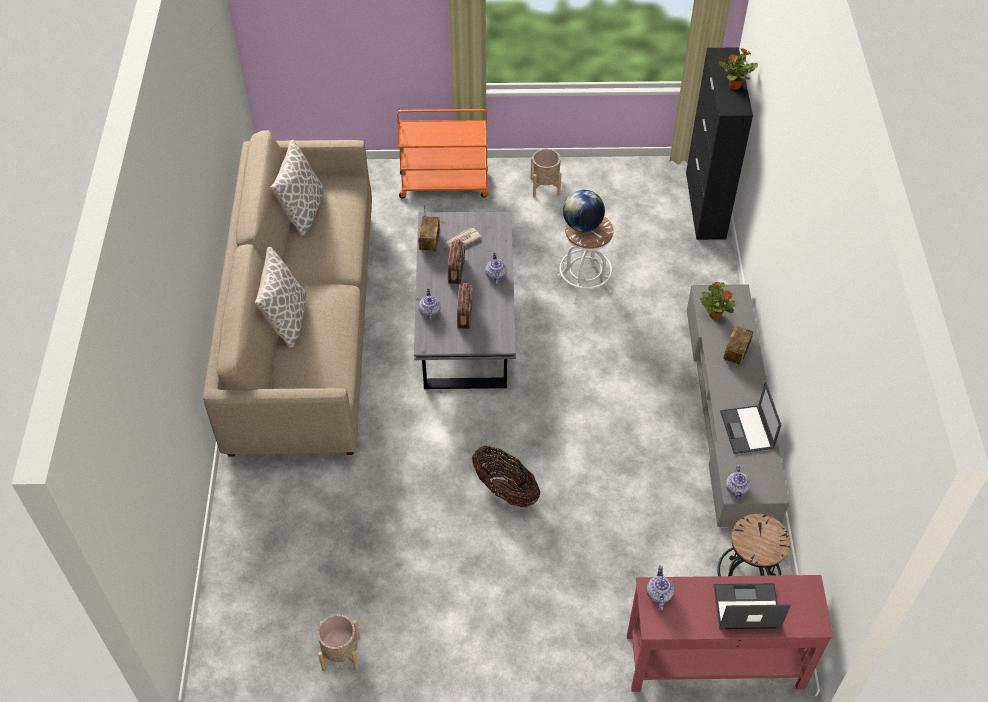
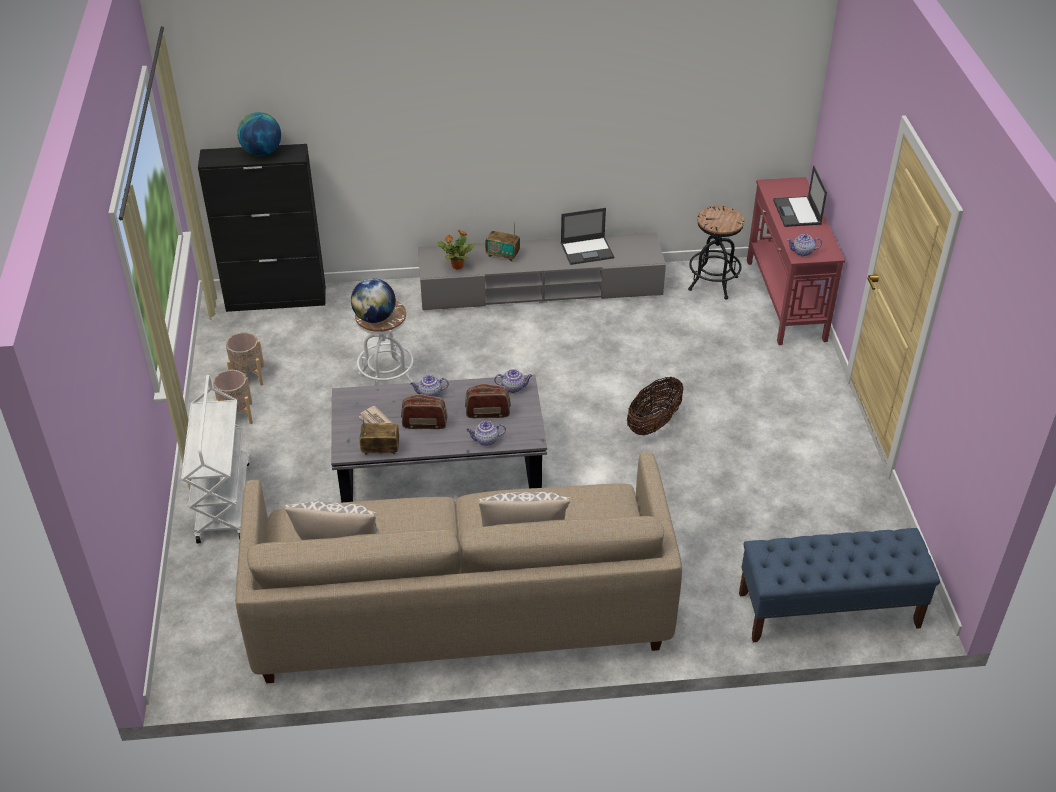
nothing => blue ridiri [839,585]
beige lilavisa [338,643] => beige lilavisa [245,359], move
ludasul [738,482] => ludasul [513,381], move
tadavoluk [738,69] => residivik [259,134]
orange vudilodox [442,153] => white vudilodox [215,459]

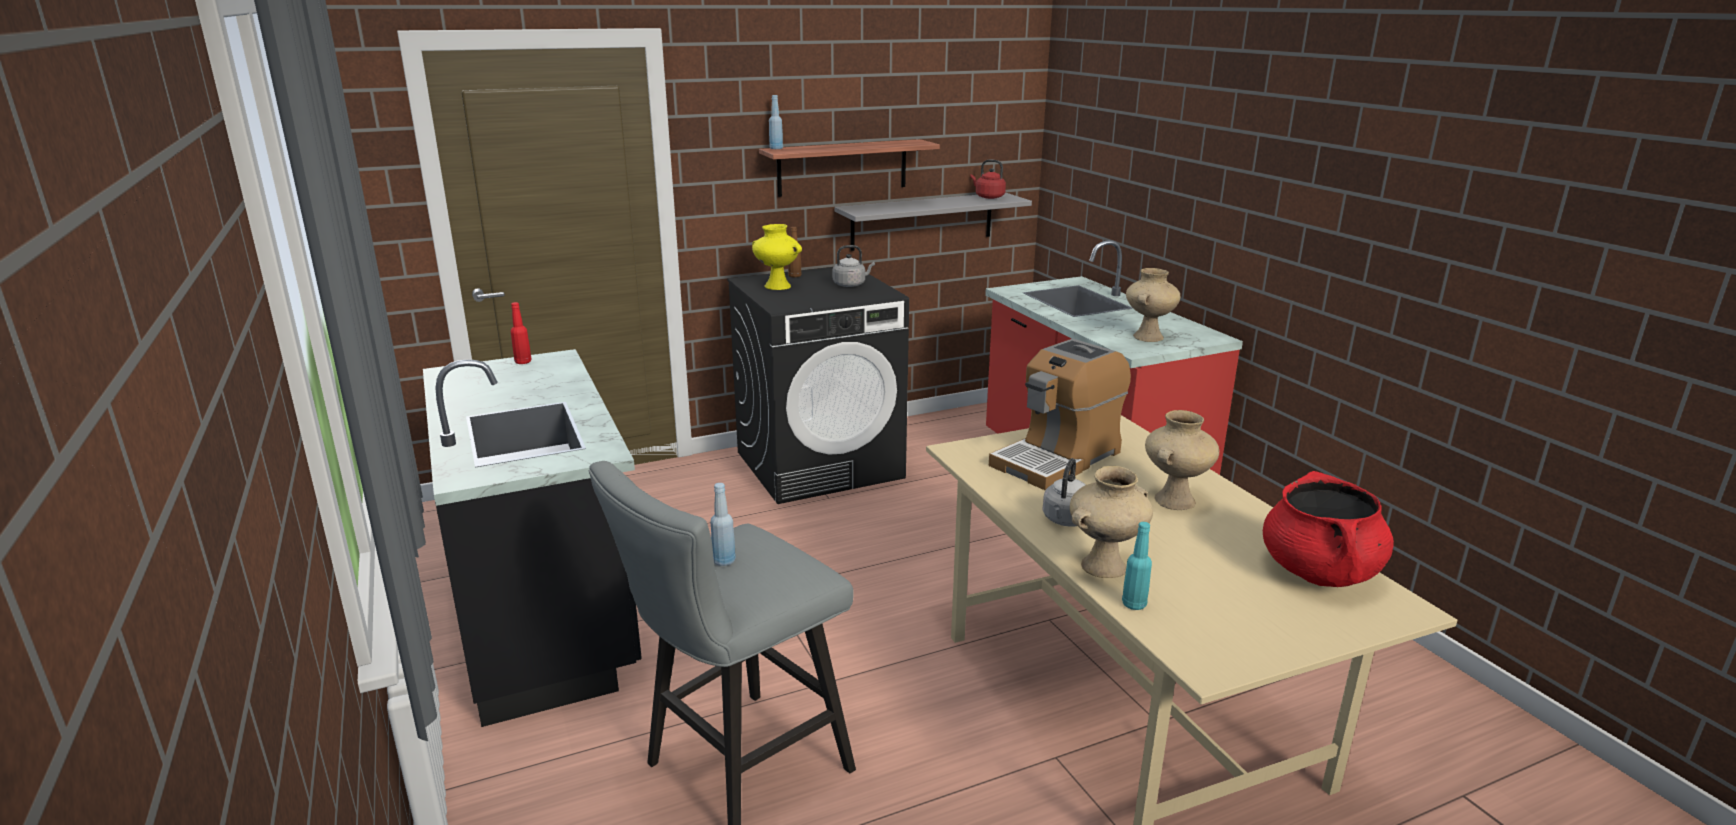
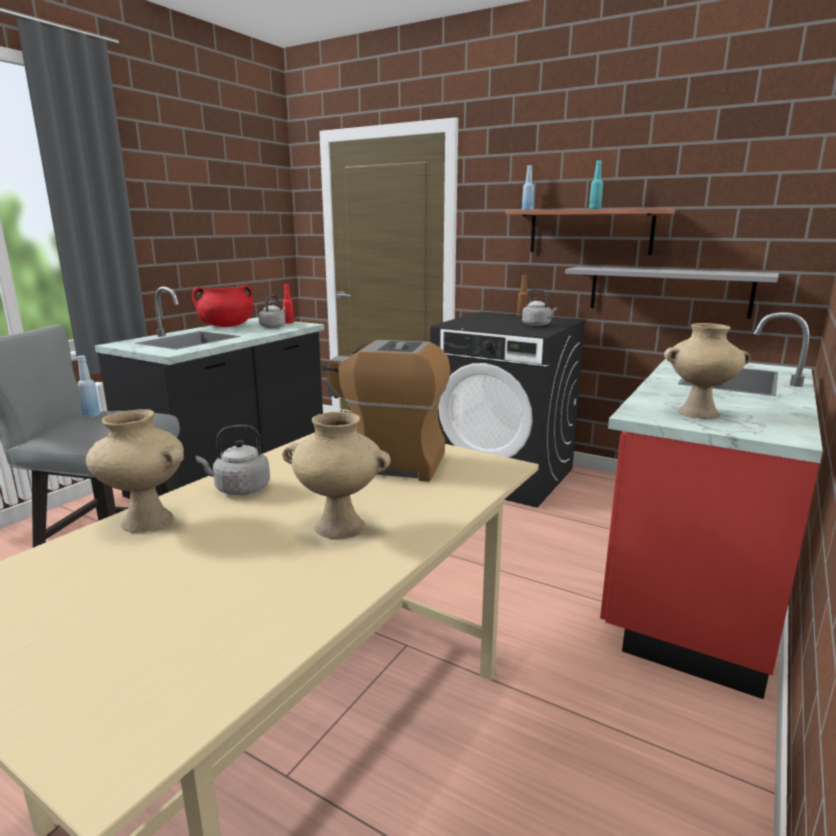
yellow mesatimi [777,257] => nothing
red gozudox [988,179] => nothing
nothing => grey gozudox [272,311]
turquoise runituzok [1137,566] => turquoise runituzok [596,184], move
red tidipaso [1328,529] => red tidipaso [222,306], move

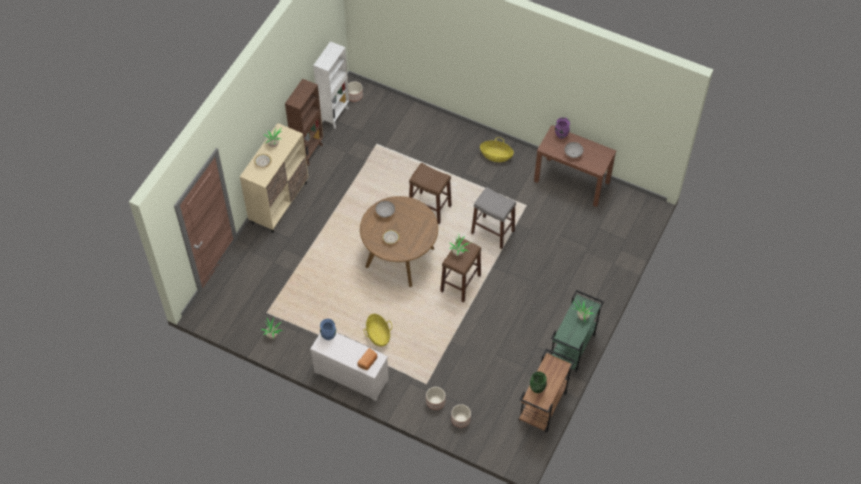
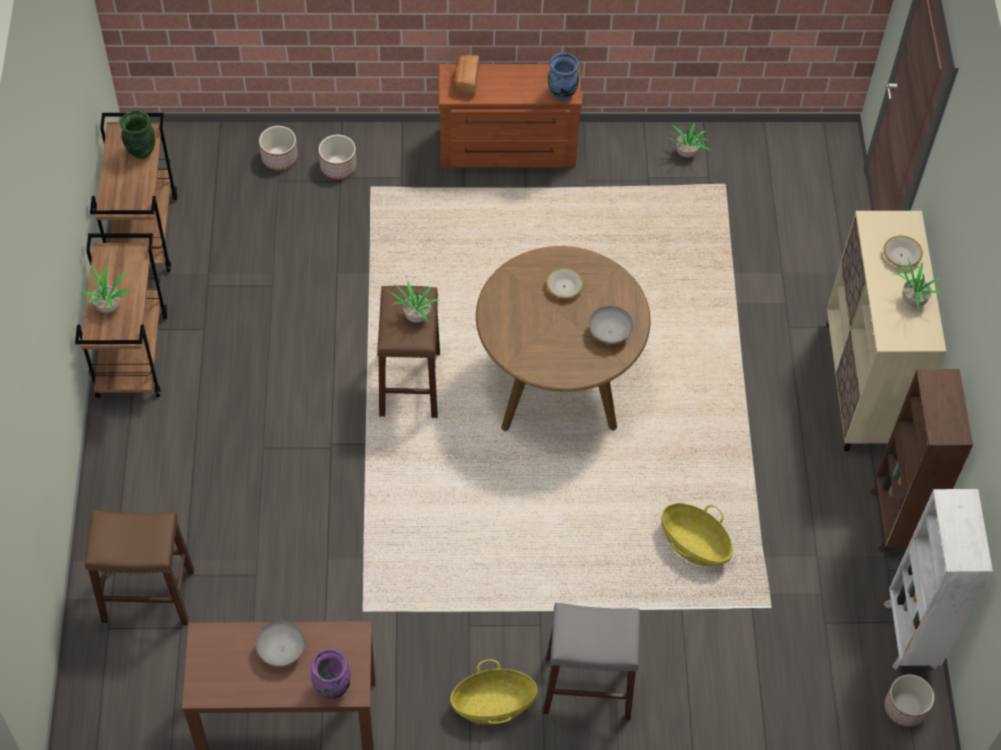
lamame [378,330] => lamame [697,534], move
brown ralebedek [430,193] => brown ralebedek [139,567], move
grey ralebedek [493,218] => grey ralebedek [591,661], move
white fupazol [349,366] => brown fupazol [510,116]
green vudilodox [577,331] => brown vudilodox [121,315]

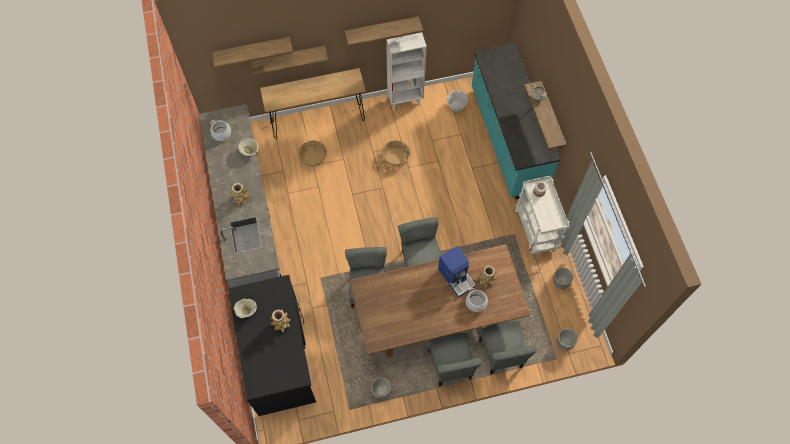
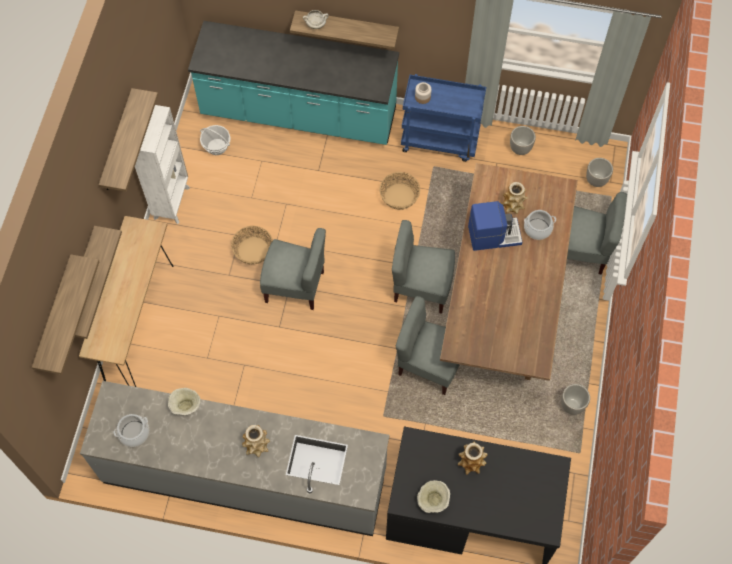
lamame [312,153] => lamame [399,191], move
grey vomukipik [455,359] => grey vomukipik [293,269], move
white vudilodox [542,215] => blue vudilodox [443,118]

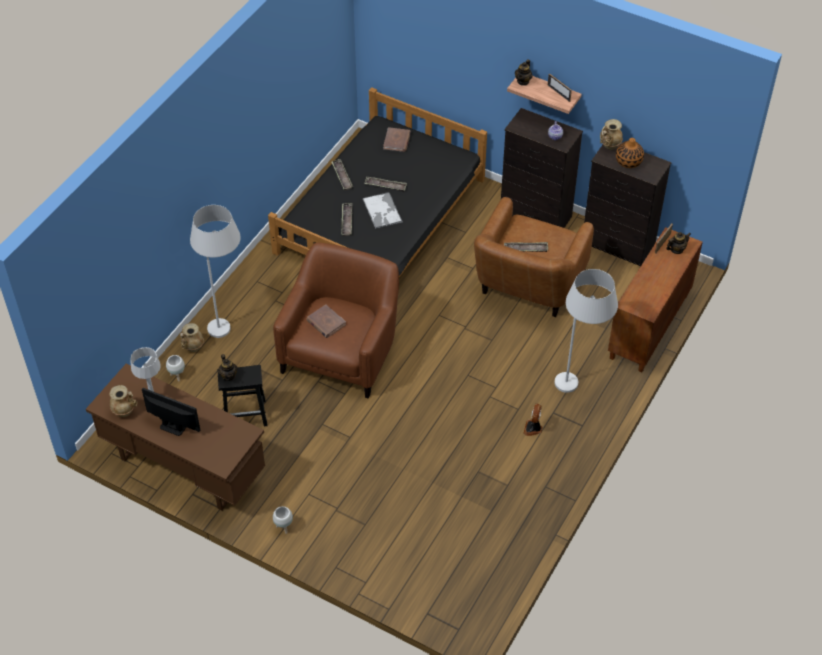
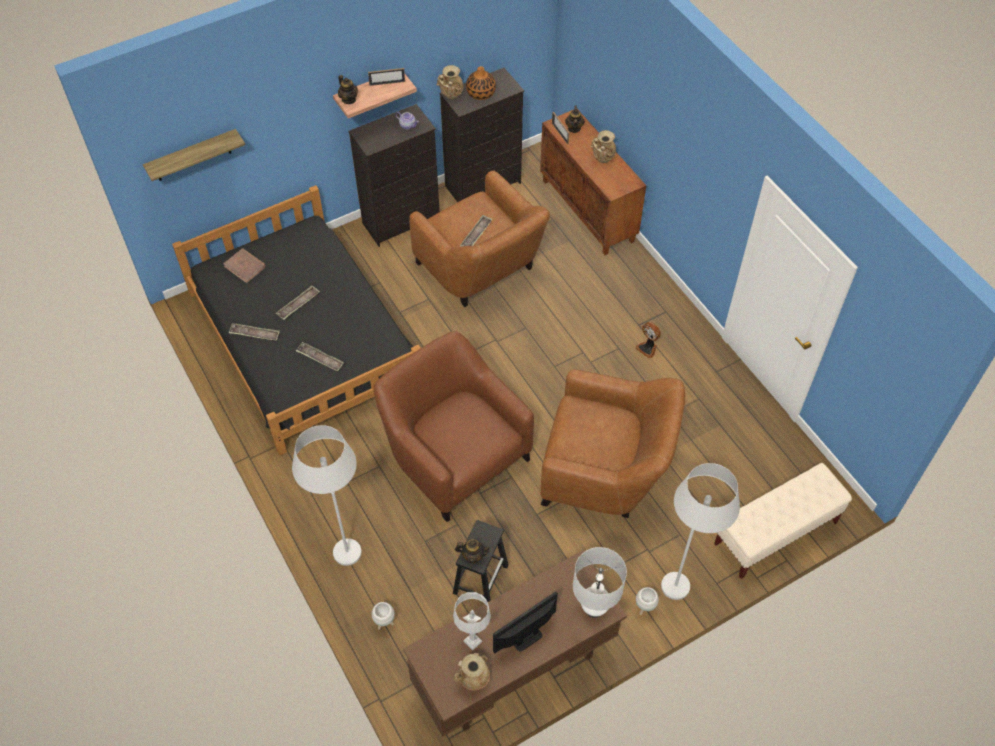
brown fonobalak [326,321] => nothing
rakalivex [382,210] => nothing
nothing => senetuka [194,155]
nothing => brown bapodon [612,443]
nothing => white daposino [600,582]
nothing => beige ridiri [783,521]
beige mesatimi [192,337] => beige mesatimi [603,146], move
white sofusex [586,331] => white sofusex [700,531], move

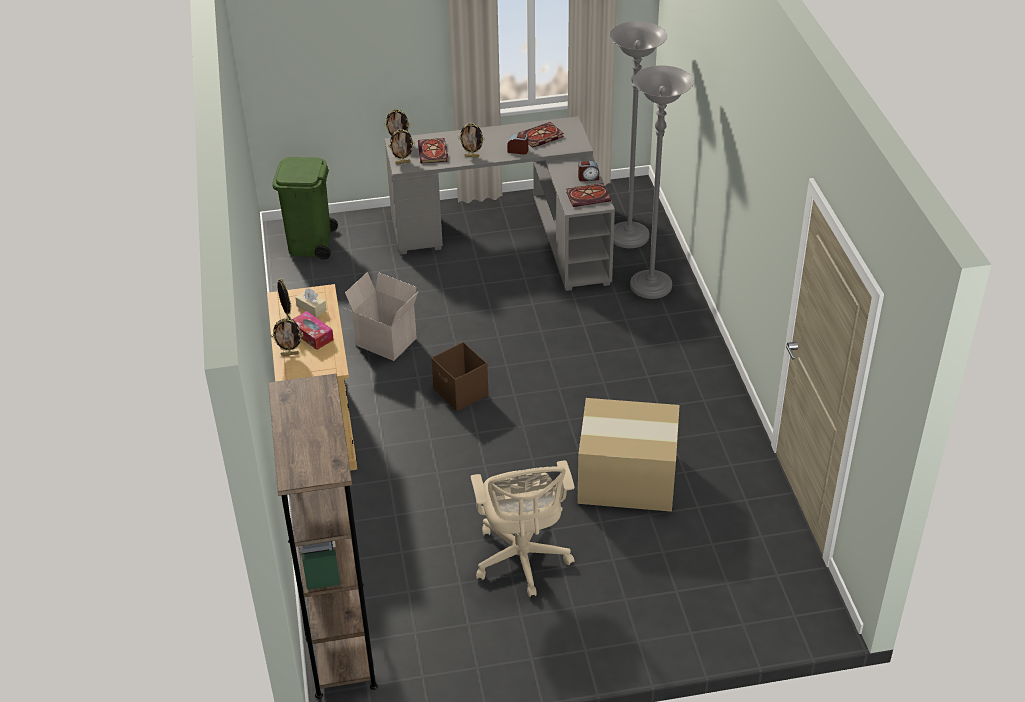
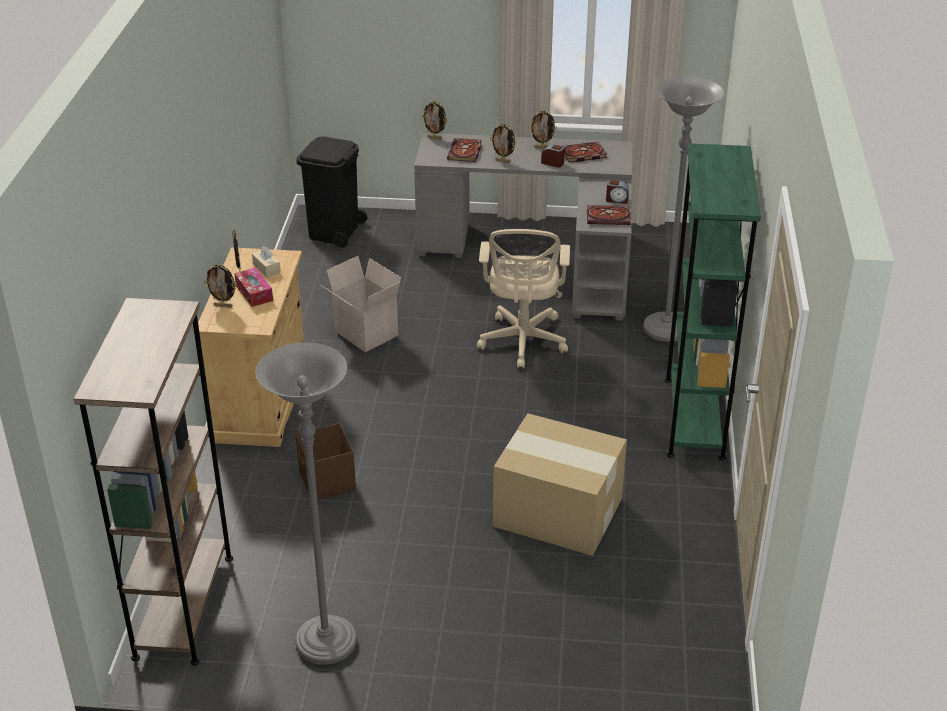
nothing => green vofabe [713,302]
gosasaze [401,146] => gosasaze [543,129], move
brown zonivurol [459,376] => brown zonivurol [325,461], move
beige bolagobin [523,528] => beige bolagobin [523,299], move
grey sofusex [638,134] => grey sofusex [306,503], move
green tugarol [305,208] => black tugarol [331,192]

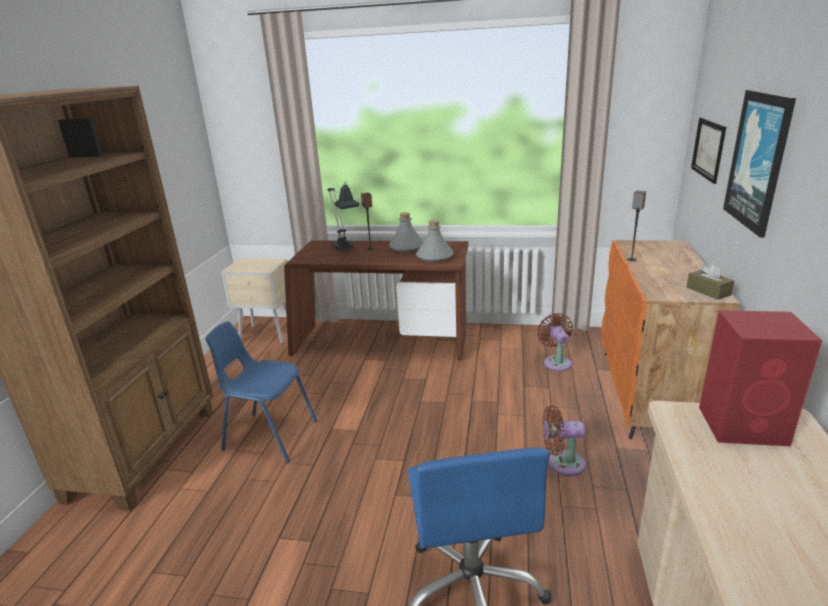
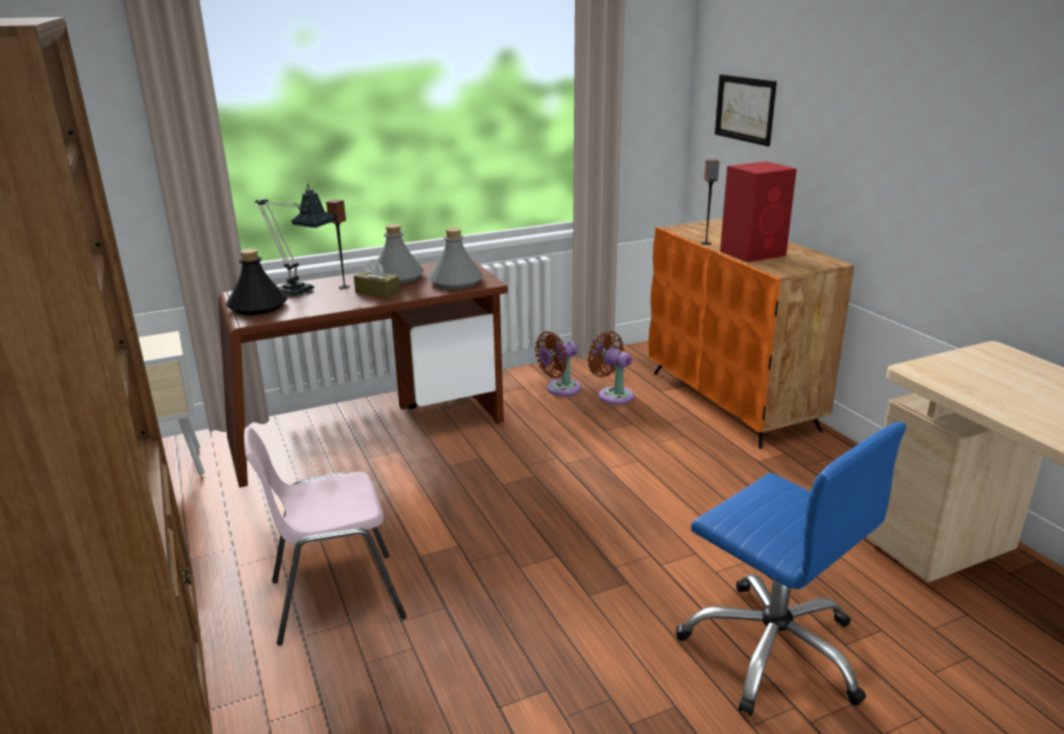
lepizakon [759,164] => nothing
nothing => black runituzok [257,282]
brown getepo [564,440] => brown getepo [558,363], move
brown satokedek [710,281] => brown satokedek [377,279], move
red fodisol [760,378] => red fodisol [758,212], move
blue vomukipik [261,391] => pink vomukipik [325,536]

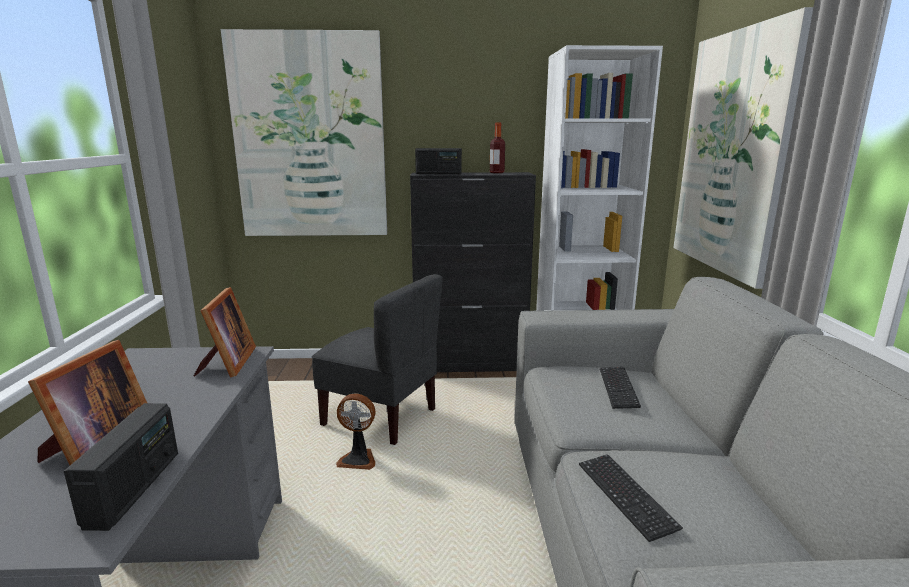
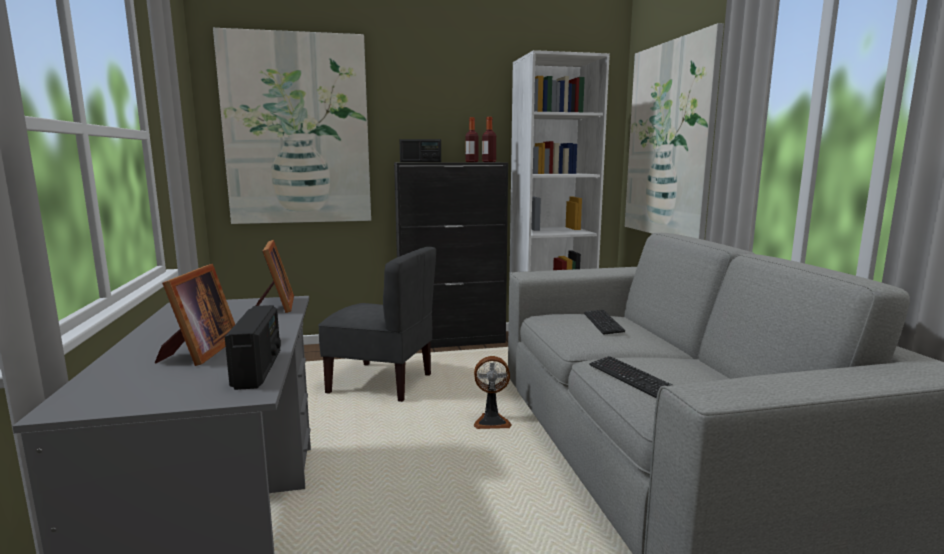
nothing => runituzok [489,139]
getepo [356,431] => getepo [493,392], move

